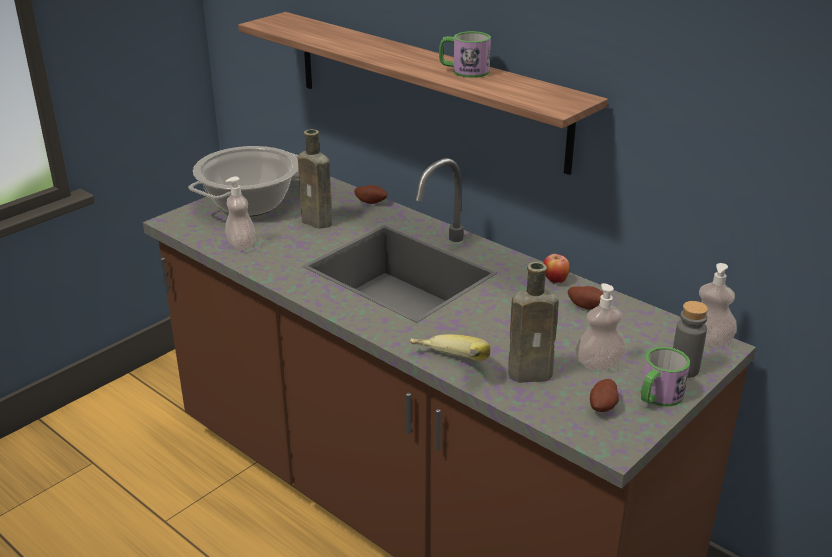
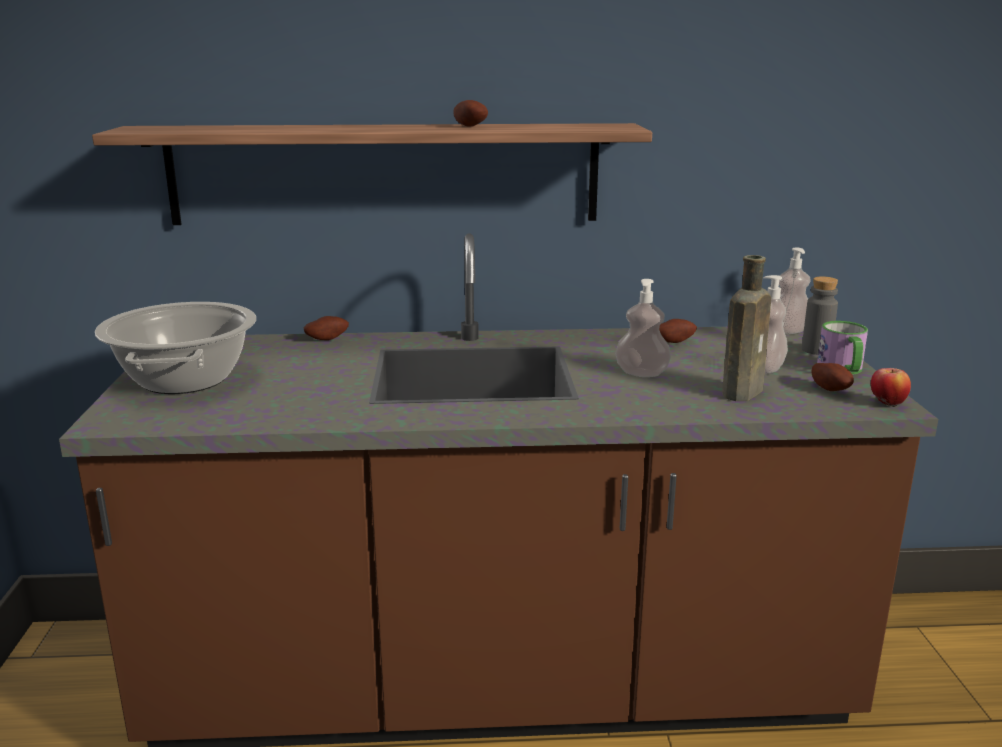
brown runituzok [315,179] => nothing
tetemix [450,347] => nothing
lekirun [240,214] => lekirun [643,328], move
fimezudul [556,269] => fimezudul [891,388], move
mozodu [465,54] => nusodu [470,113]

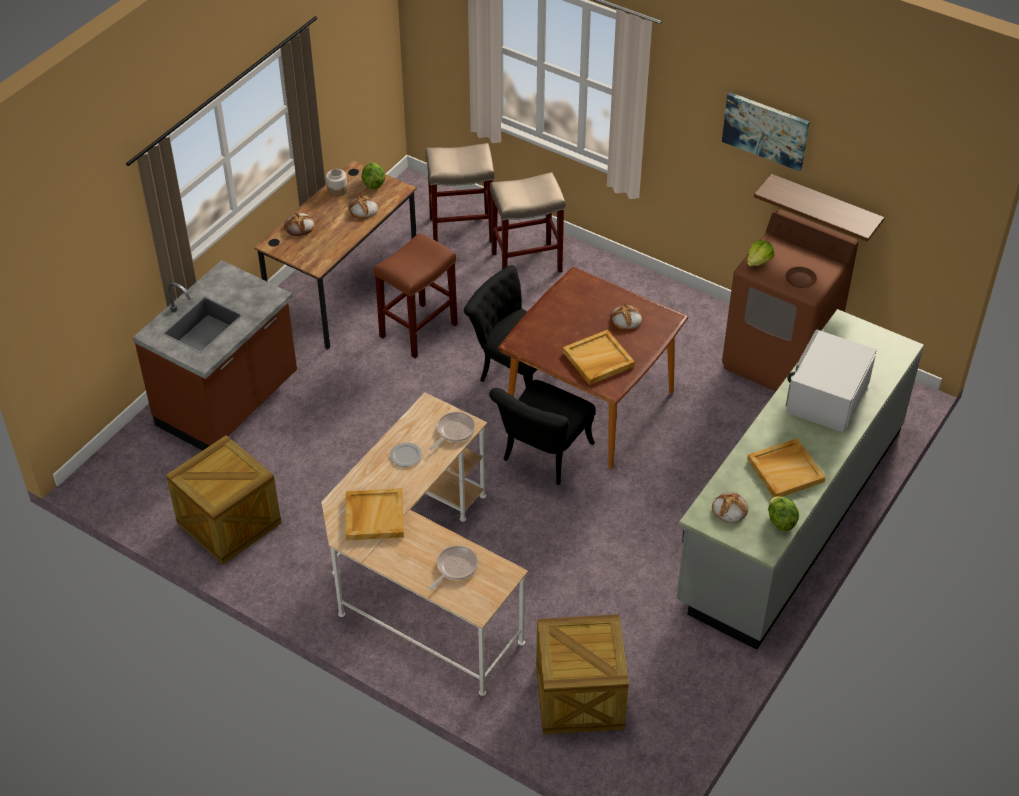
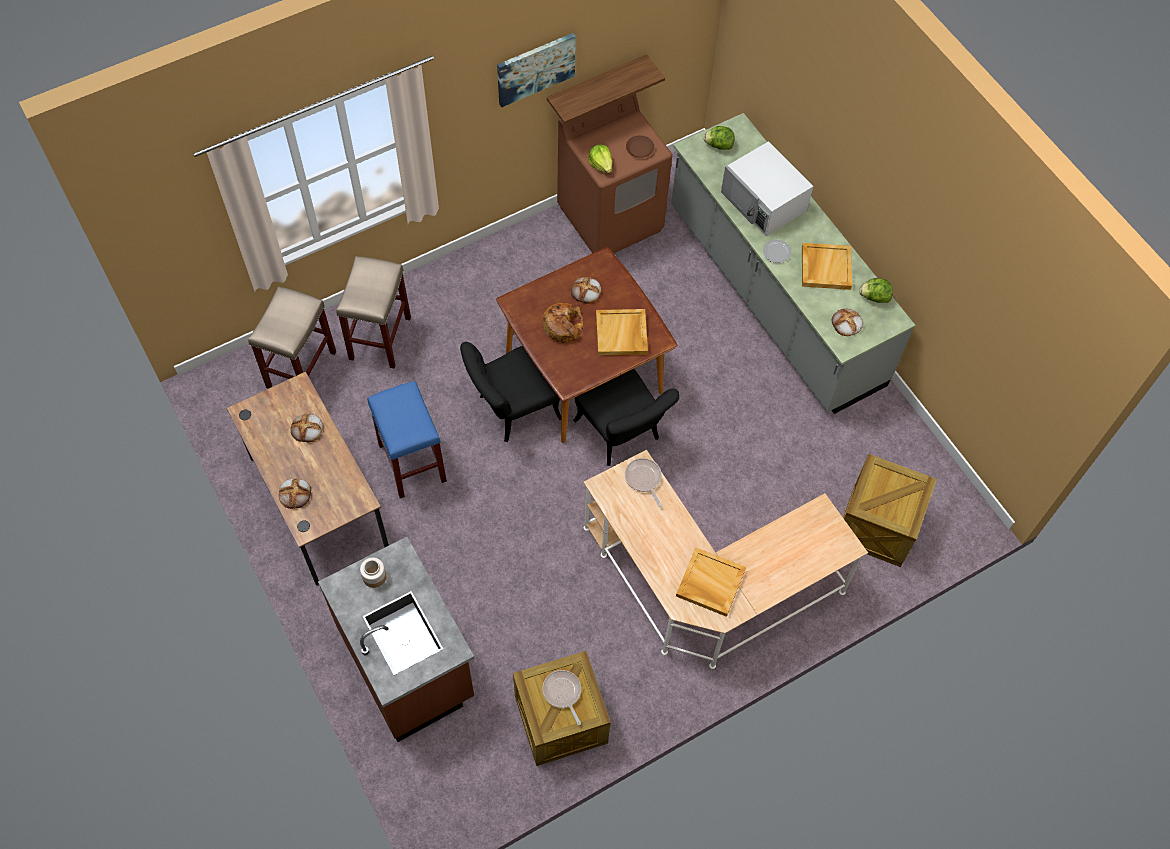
nothing => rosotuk [563,323]
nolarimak [337,183] => nolarimak [373,572], move
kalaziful [373,176] => kalaziful [719,138], move
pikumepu [406,455] => pikumepu [777,251], move
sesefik [453,568] => sesefik [561,697], move
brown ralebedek [415,295] => blue ralebedek [407,440]

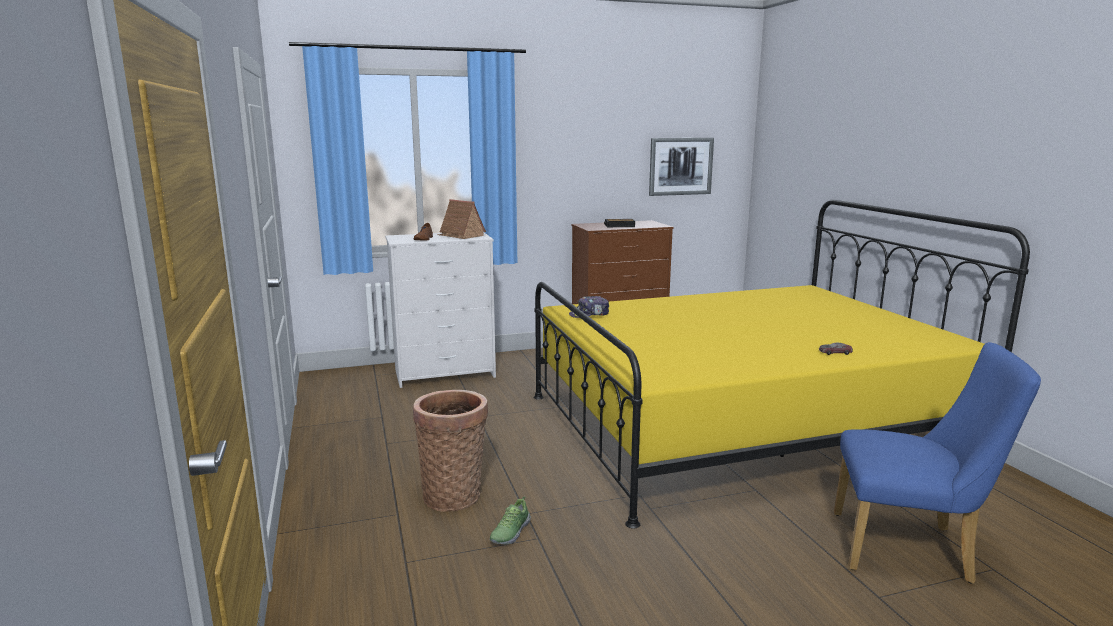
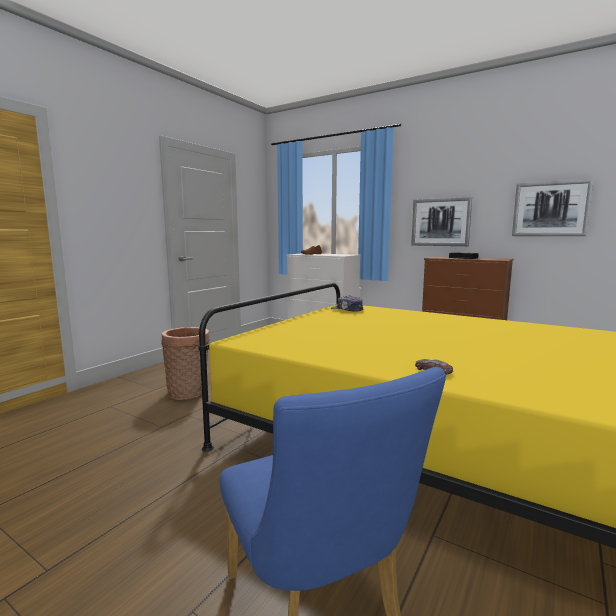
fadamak [461,219] => nothing
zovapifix [510,520] => nothing
nothing => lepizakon [441,221]

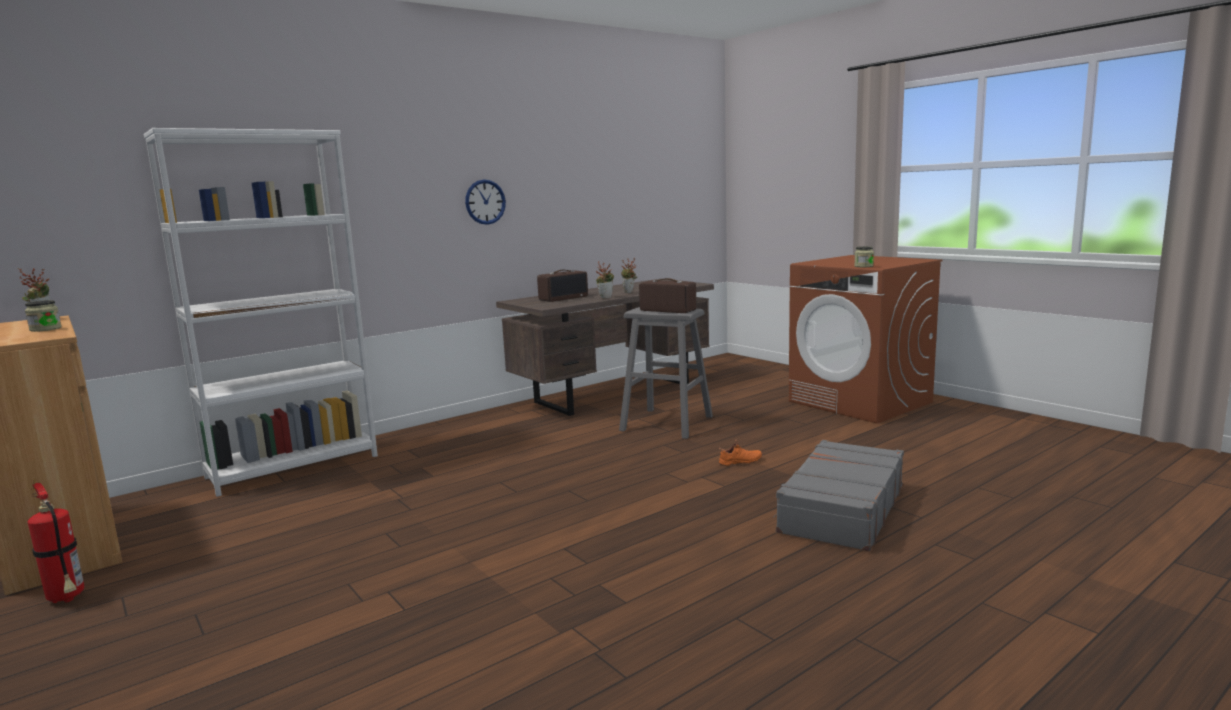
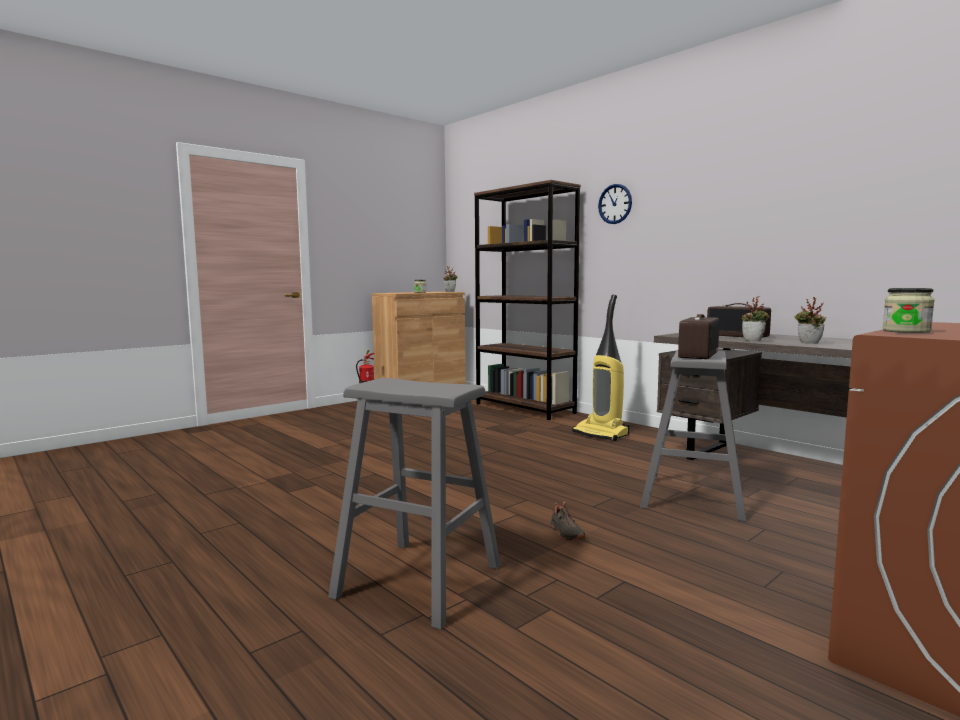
nothing => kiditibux [600,368]
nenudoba [485,202] => nenudoba [615,204], move
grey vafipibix [839,495] => grey ralebedek [414,504]
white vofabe [261,312] => brown vofabe [527,300]
orange zovapifix [740,453] => black zovapifix [567,521]

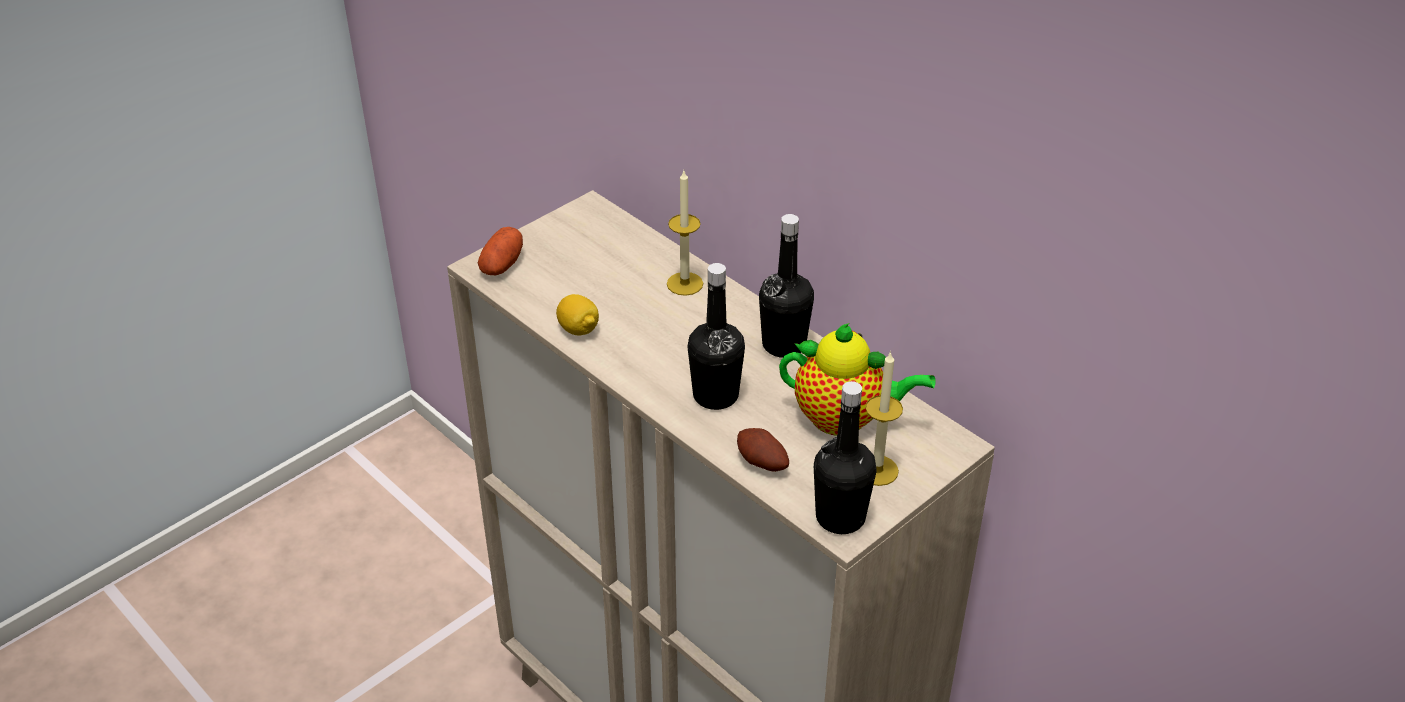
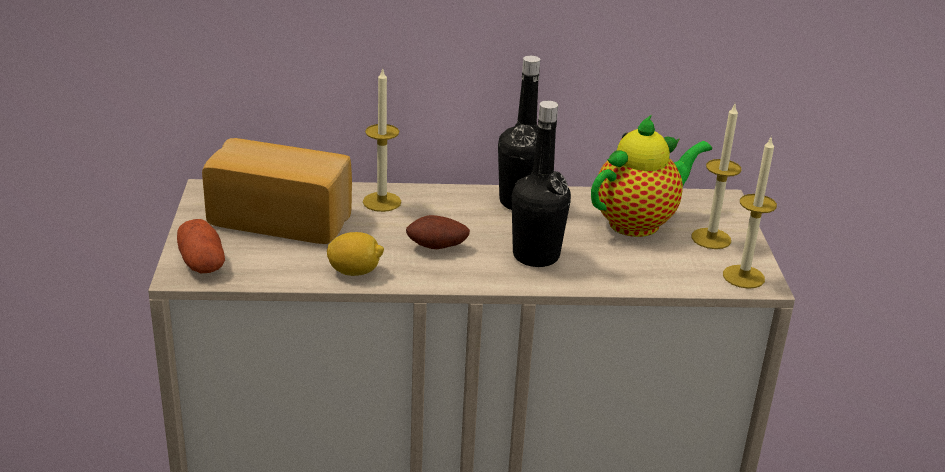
nothing => rosotuk [277,191]
nusodu [763,450] => nusodu [438,232], move
black runituzok [845,457] => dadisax [750,212]

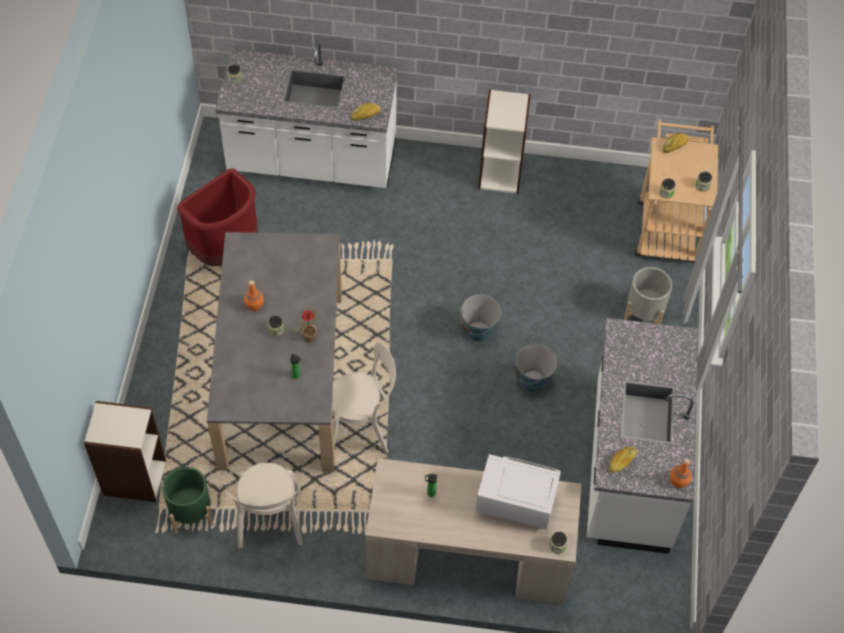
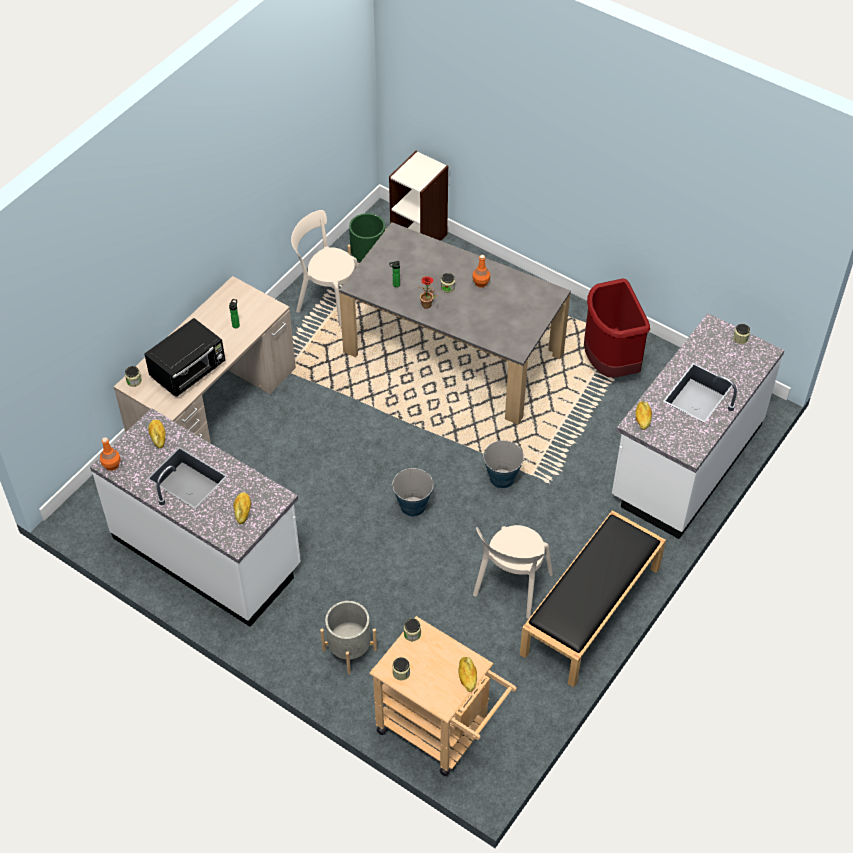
nothing => rosotuk [242,508]
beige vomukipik [364,397] => beige vomukipik [513,572], move
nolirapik [536,368] => nolirapik [504,464], move
vofabe [504,142] => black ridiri [593,598]
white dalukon [518,492] => black dalukon [184,357]

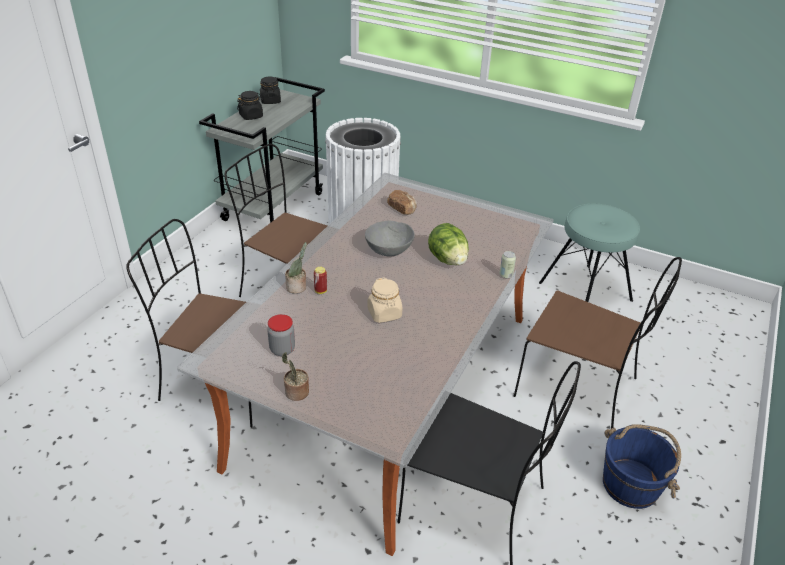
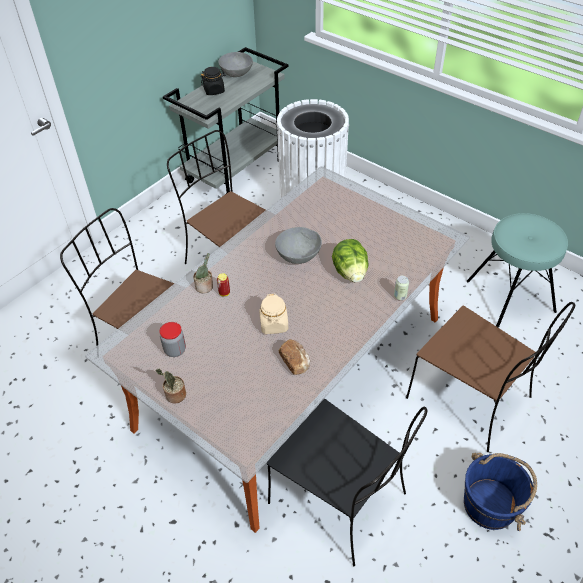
rosotuk [402,202] => rosotuk [294,357], move
black nolarimak [270,90] => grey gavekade [235,64]

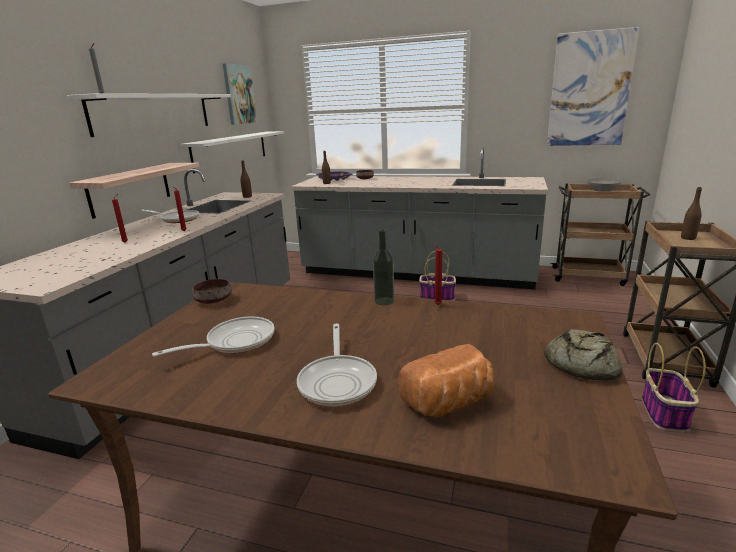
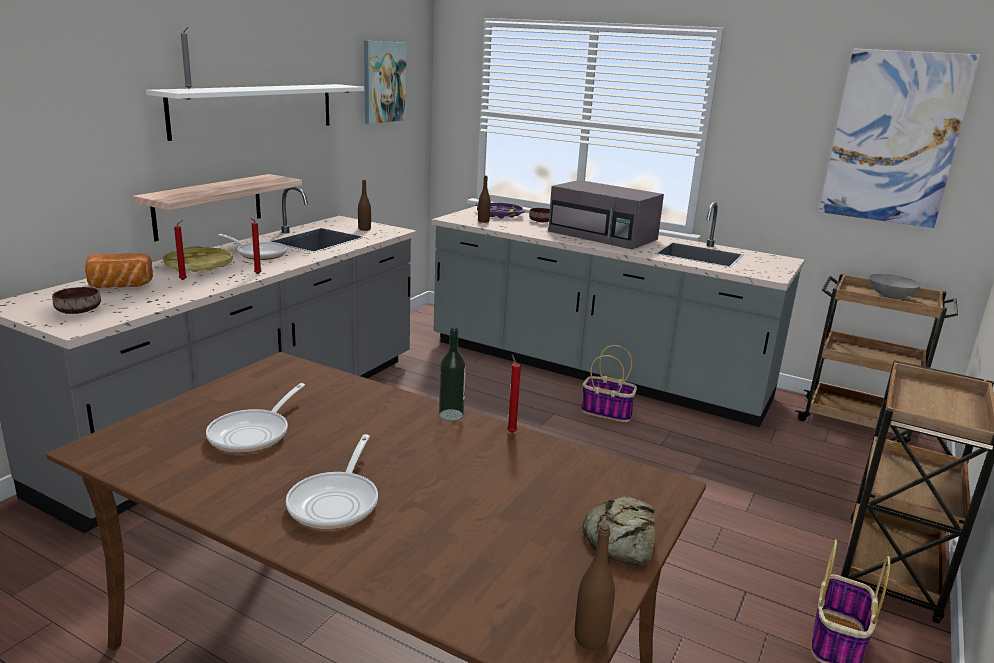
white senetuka [232,152] => nothing
nothing => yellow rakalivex [198,259]
nothing => grey dalukon [606,215]
brown gavekade [212,291] => brown gavekade [76,300], move
rosotuk [446,381] => rosotuk [119,270], move
brown runituzok [691,213] => brown runituzok [595,587], move
sesefik [213,336] => sesefik [255,418], 135 degrees clockwise

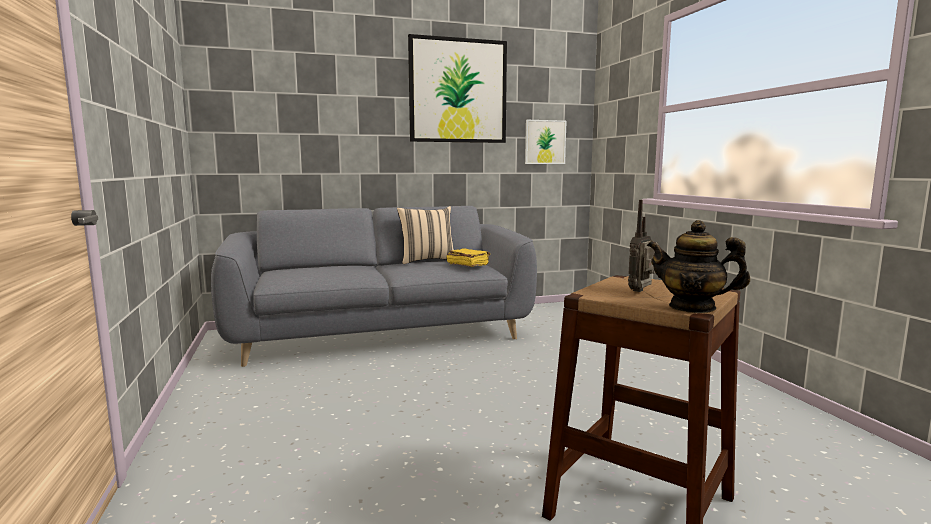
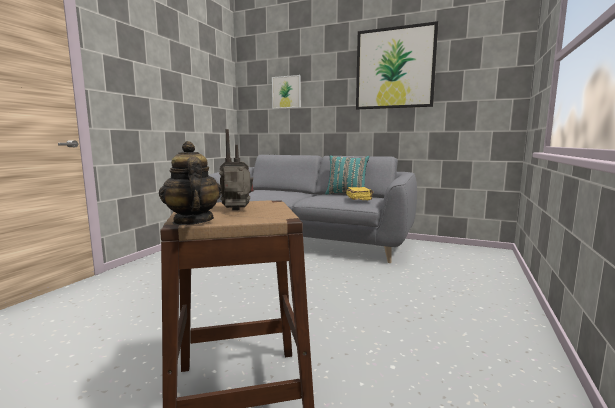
lepizakon [546,142] => lepizakon [286,92], move
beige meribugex [425,235] => turquoise meribugex [347,175]

